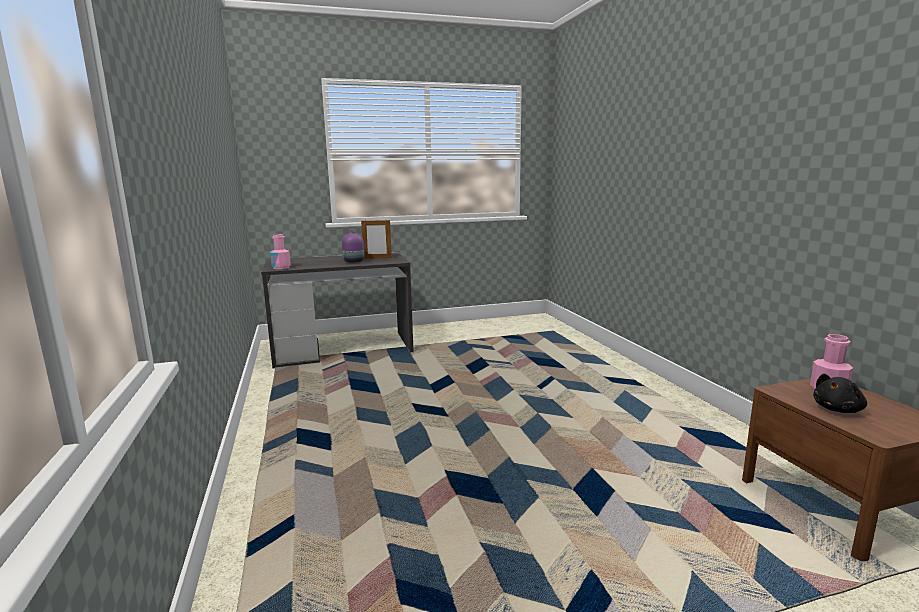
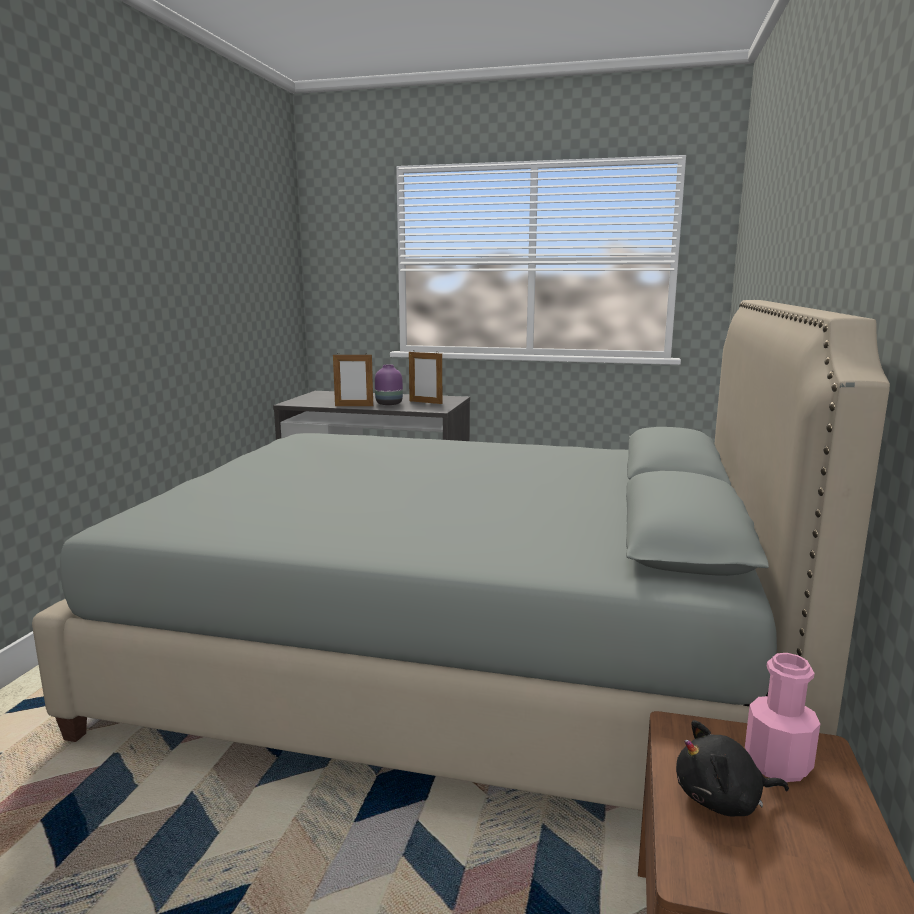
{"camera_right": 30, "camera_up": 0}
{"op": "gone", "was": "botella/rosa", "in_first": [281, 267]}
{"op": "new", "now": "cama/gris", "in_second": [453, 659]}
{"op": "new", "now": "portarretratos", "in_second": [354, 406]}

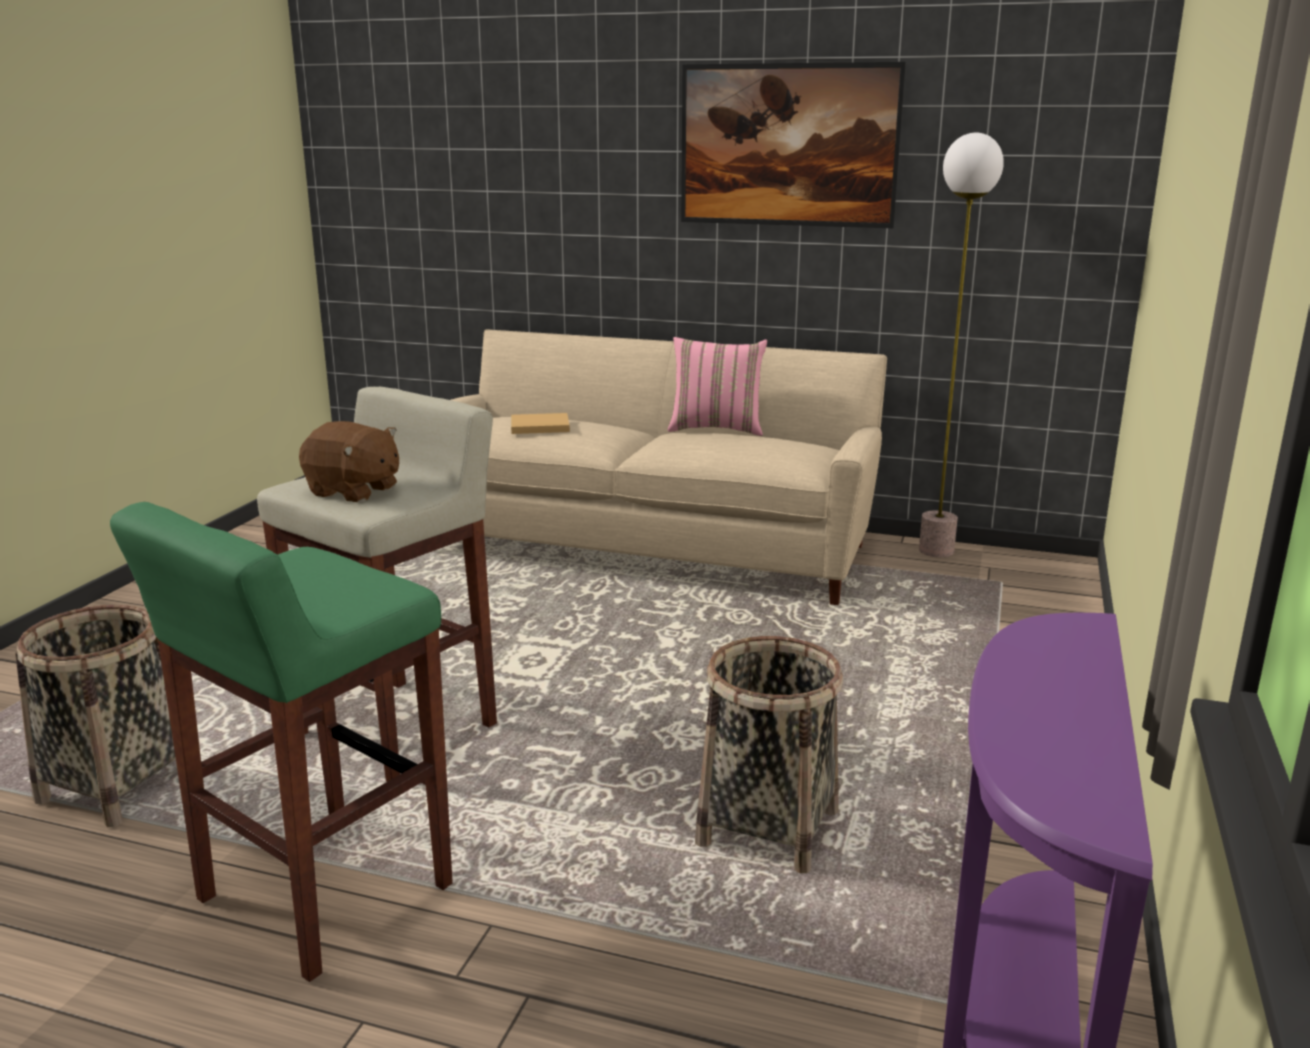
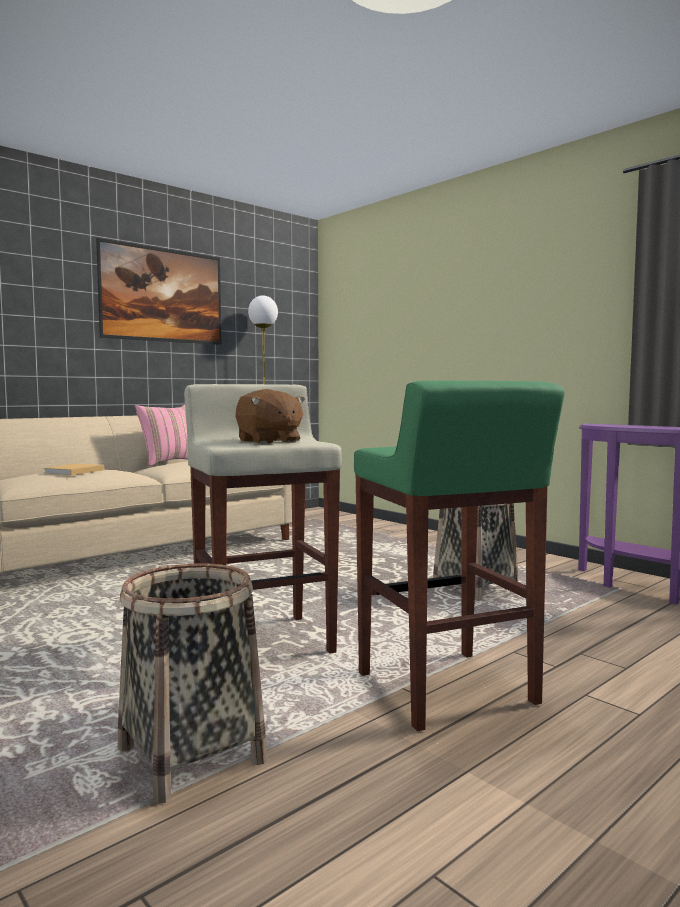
{"camera_right": -60, "camera_up": -15}
{"op": "rotated", "was": "peluche/marrón", "in_first": [354, 491], "in_second": [268, 441], "clockwise": 90}

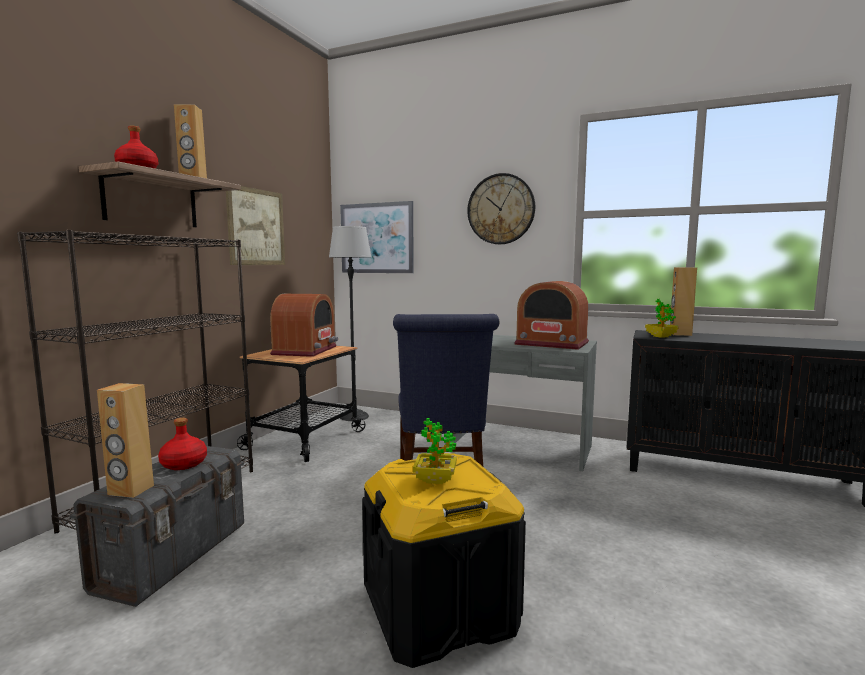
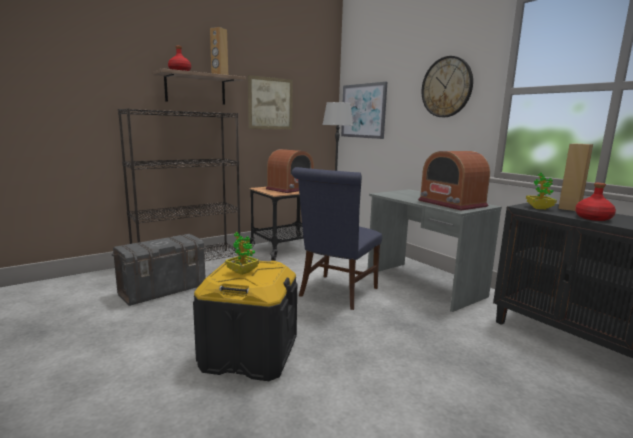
{"camera_right": 30, "camera_up": 5}
{"op": "gone", "was": "altavoz/marrón", "in_first": [130, 490]}
{"op": "shifted", "was": "botella/rojo", "in_first": [183, 464], "in_second": [592, 218]}

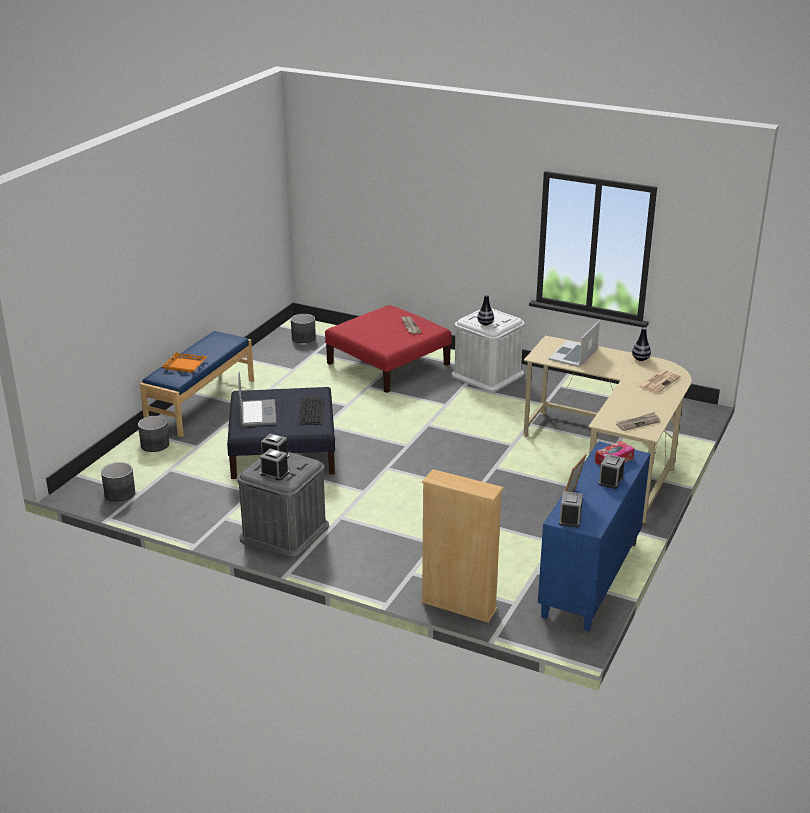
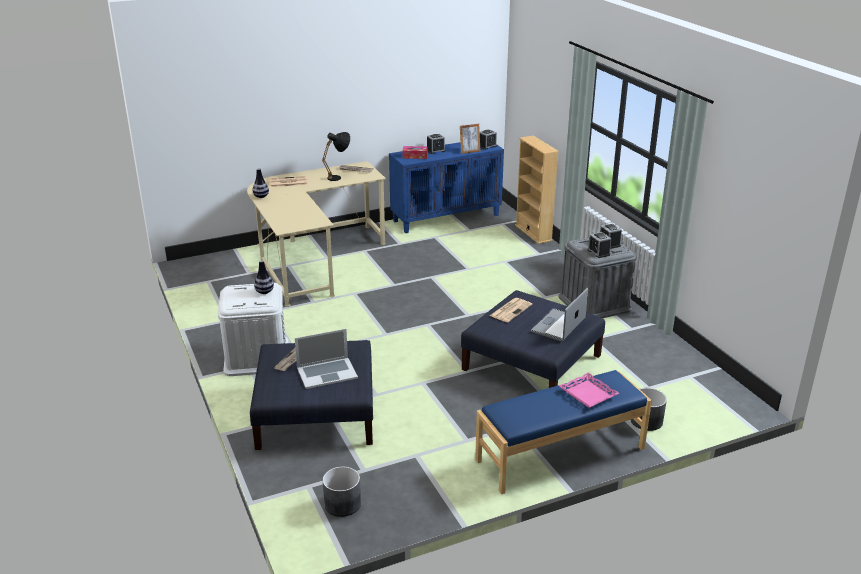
{"camera_right": -140, "camera_up": 0}
{"op": "gone", "was": "maceta/gris", "in_first": [120, 493]}
{"op": "repainted", "was": "bandeja/naranja", "now": "bandeja/rosa", "in_first": [185, 365], "in_second": [587, 394]}
{"op": "swapped", "was": "teclado", "now": "periódico", "in_first": [311, 411], "in_second": [510, 310]}
{"op": "repainted", "was": "puf/rojo", "now": "puf/azul", "in_first": [389, 364], "in_second": [315, 412]}
{"op": "shifted", "was": "portátil", "in_first": [573, 354], "in_second": [327, 373]}
{"op": "new", "now": "lámpara de mesa/negro", "in_second": [339, 177]}

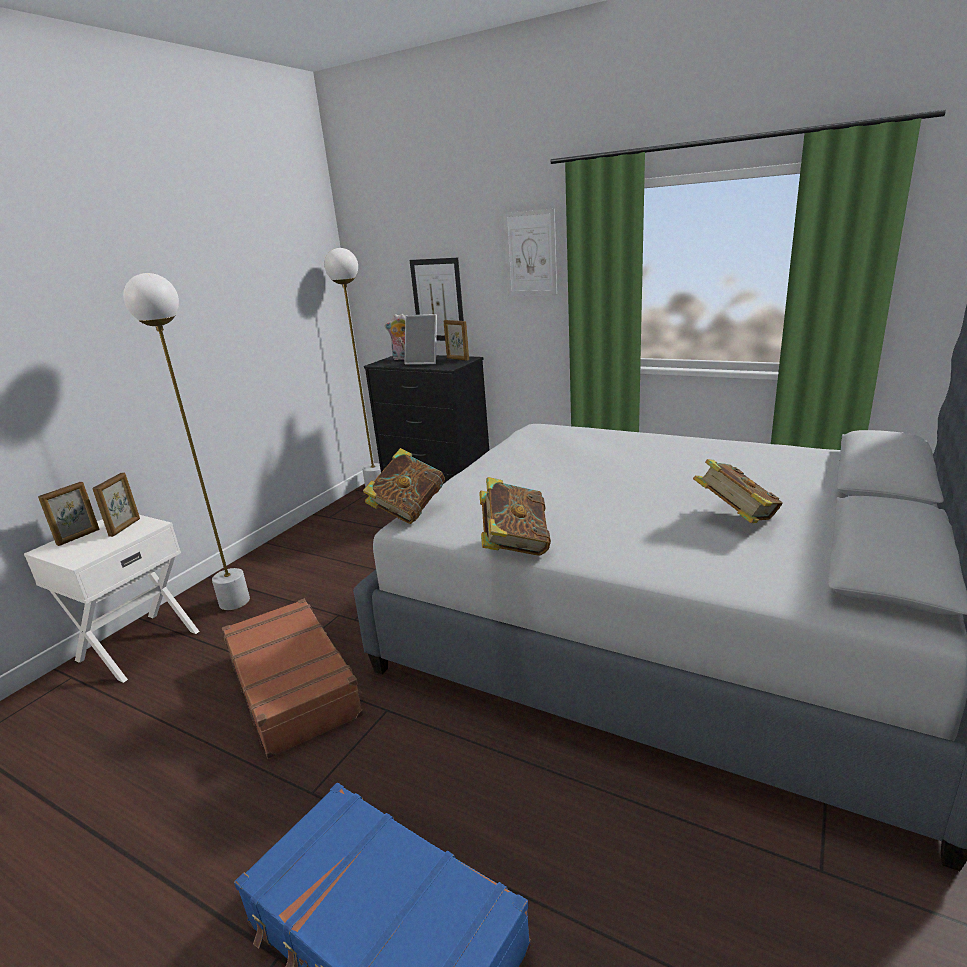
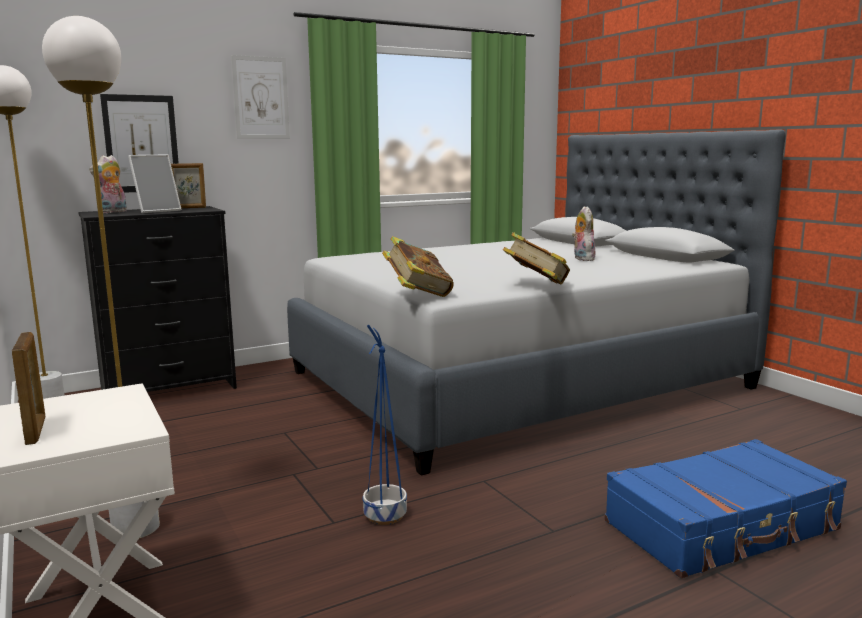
{"camera_right": -60, "camera_up": -10}
{"op": "gone", "was": "portarretratos", "in_first": [125, 527]}
{"op": "swapped", "was": "maleta/marrón", "now": "maceta/azul", "in_first": [294, 685], "in_second": [384, 516]}
{"op": "swapped", "was": "libro", "now": "peluche", "in_first": [735, 519], "in_second": [582, 259]}

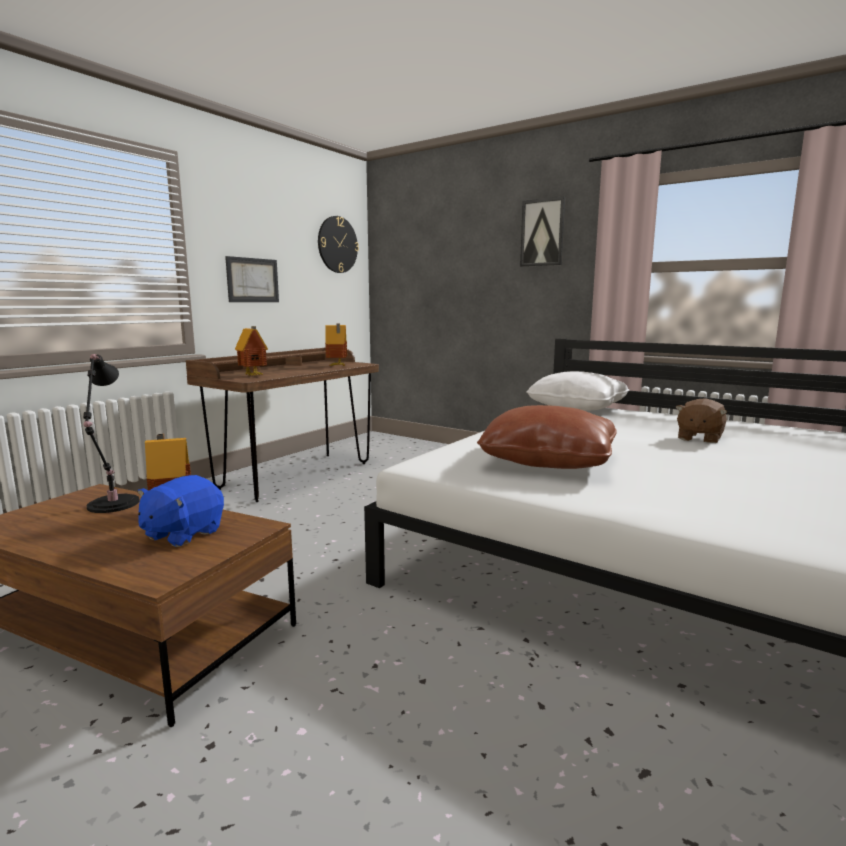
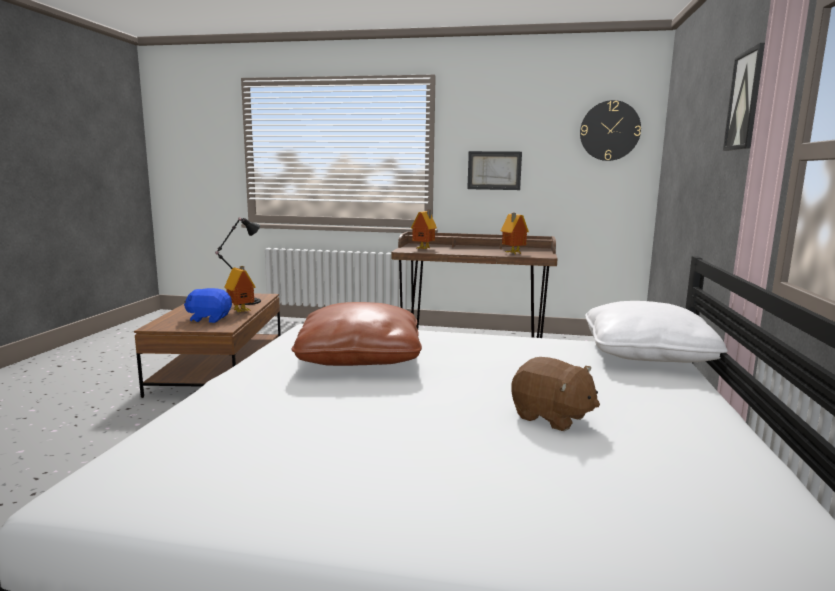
{"camera_right": 65, "camera_up": 0}
{"op": "rotated", "was": "peluche/marrón", "in_first": [699, 438], "in_second": [551, 417], "clockwise": -150}

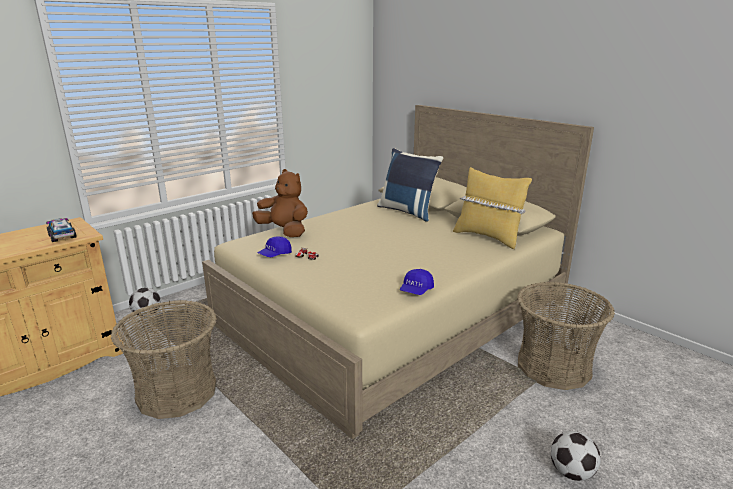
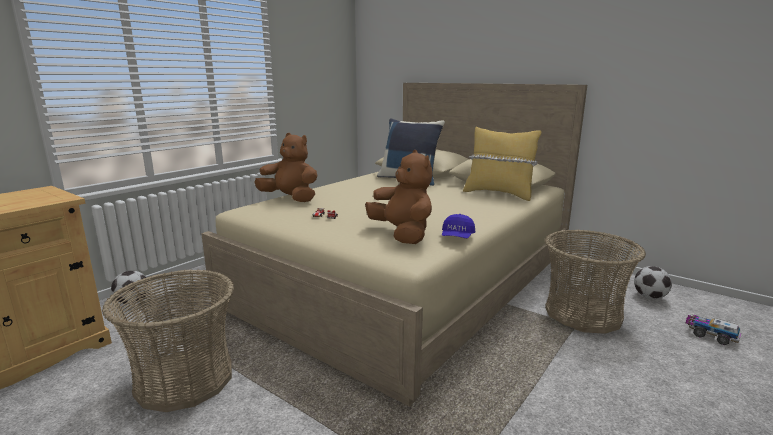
{"camera_right": -10, "camera_up": -5}
{"op": "shifted", "was": "camión de juguete", "in_first": [62, 236], "in_second": [710, 335]}
{"op": "gone", "was": "gorra/azul", "in_first": [275, 255]}
{"op": "shifted", "was": "balón de fútbol", "in_first": [571, 473], "in_second": [649, 297]}
{"op": "new", "now": "peluche/marrón", "in_second": [402, 234]}

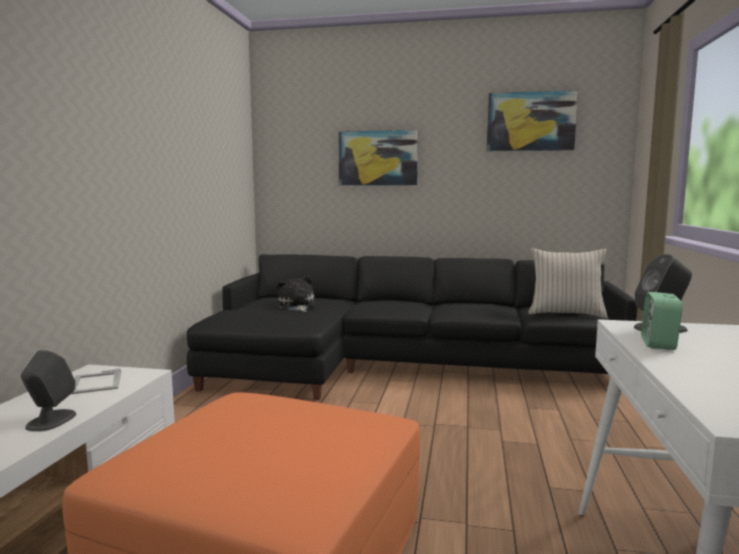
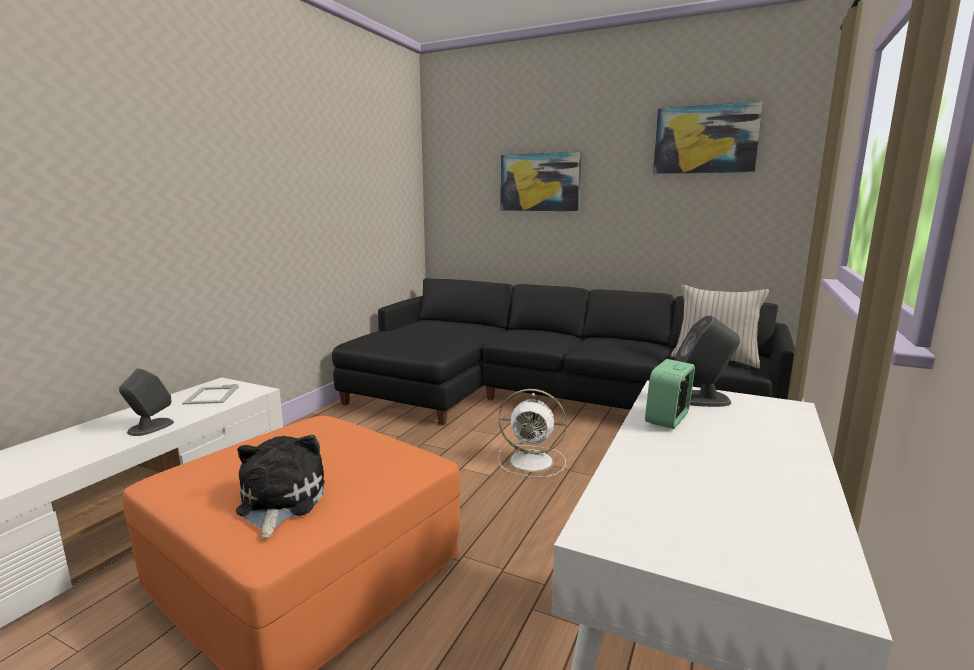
{"camera_right": 15, "camera_up": 5}
{"op": "shifted", "was": "peluche", "in_first": [296, 306], "in_second": [279, 502]}
{"op": "new", "now": "ventilador/blanco", "in_second": [533, 461]}

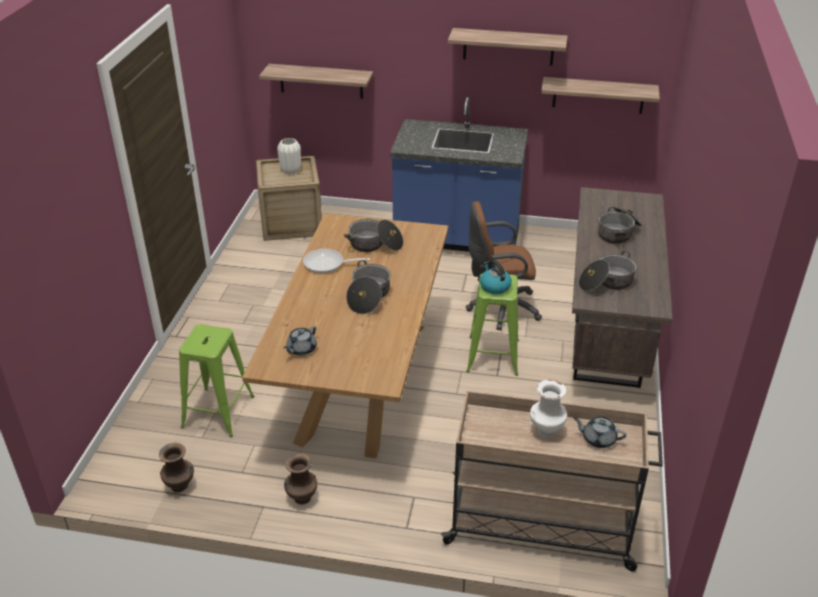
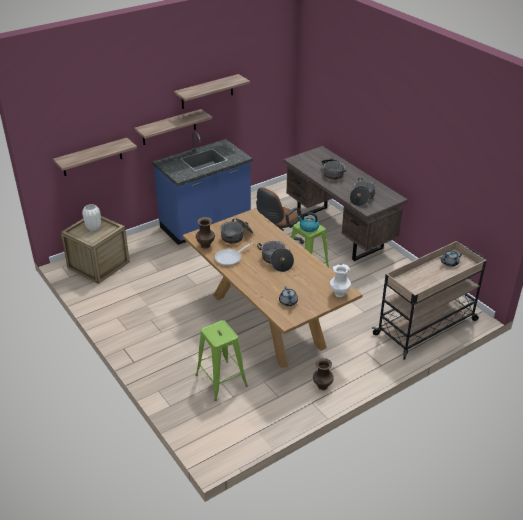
{"camera_right": -45, "camera_up": 0}
{"op": "shifted", "was": "florero/marrón", "in_first": [180, 486], "in_second": [206, 245]}
{"op": "shifted", "was": "florero/blanco", "in_first": [545, 431], "in_second": [339, 294]}
{"op": "shifted", "was": "estante", "in_first": [598, 95], "in_second": [169, 127]}

